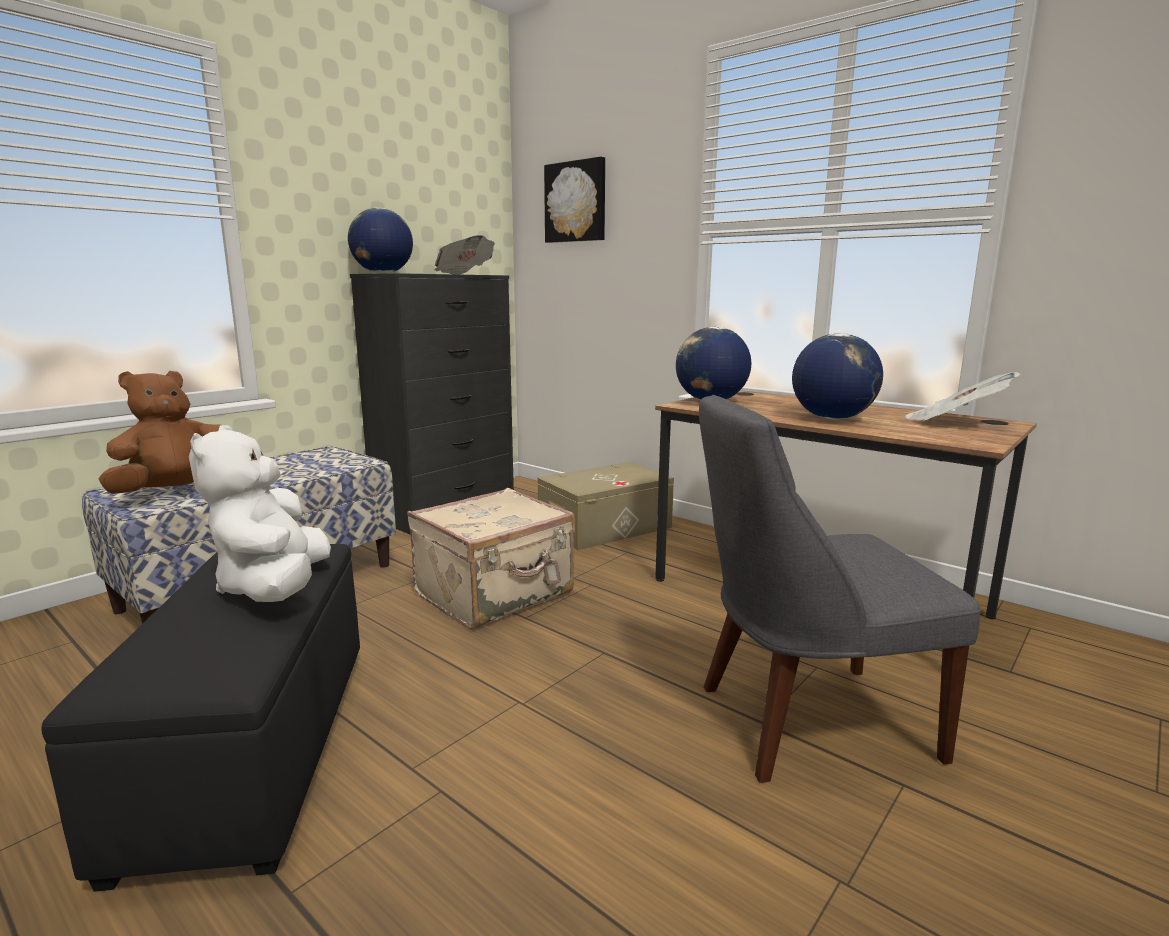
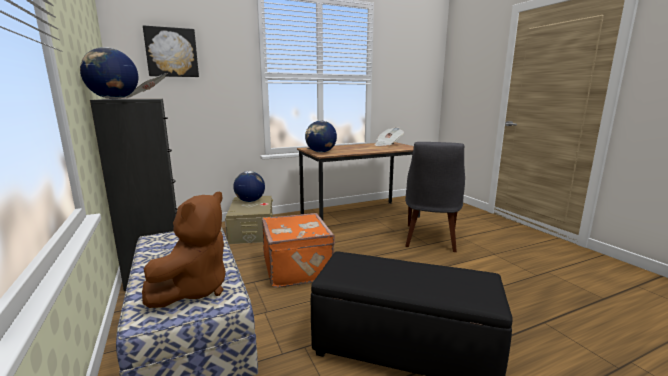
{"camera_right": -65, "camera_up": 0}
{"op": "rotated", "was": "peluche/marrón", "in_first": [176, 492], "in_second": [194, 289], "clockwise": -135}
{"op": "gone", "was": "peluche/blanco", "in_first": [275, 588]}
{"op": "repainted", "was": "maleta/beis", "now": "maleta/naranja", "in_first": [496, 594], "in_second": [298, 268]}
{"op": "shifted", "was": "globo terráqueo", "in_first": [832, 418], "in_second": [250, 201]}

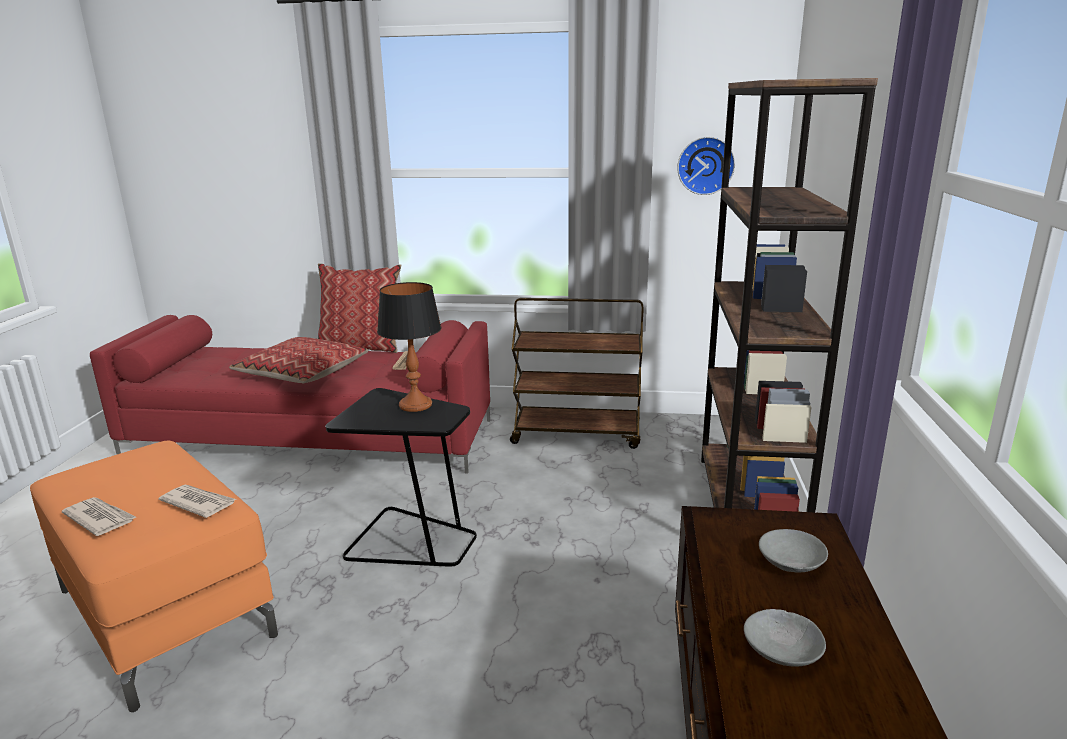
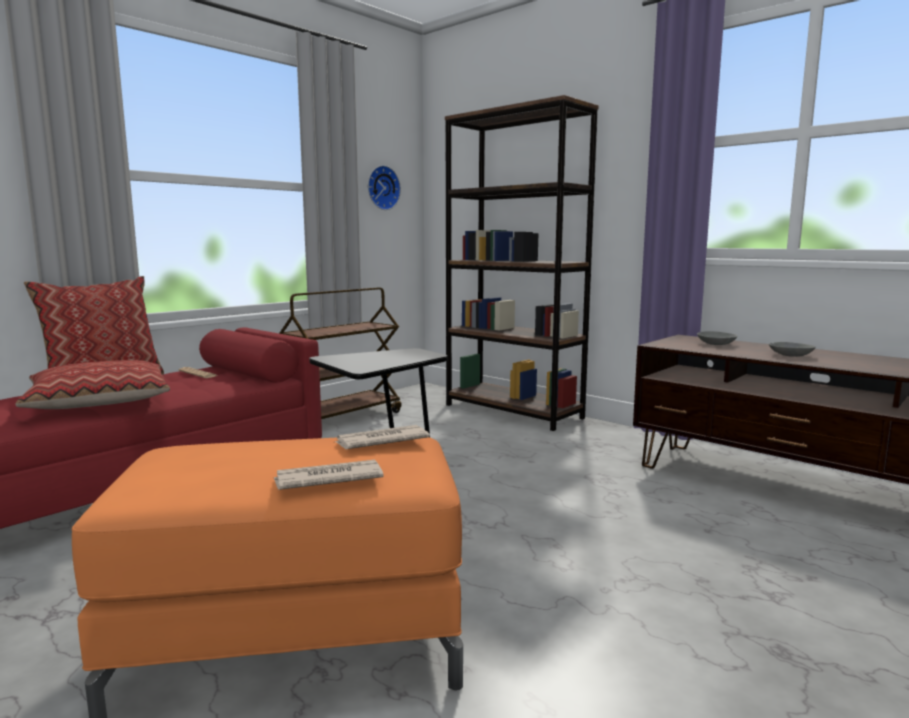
{"camera_right": -55, "camera_up": -10}
{"op": "gone", "was": "lámpara de mesa", "in_first": [415, 405]}

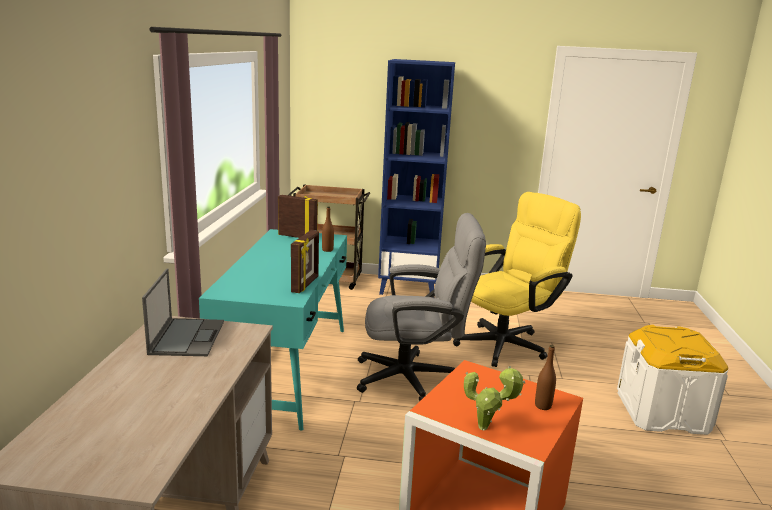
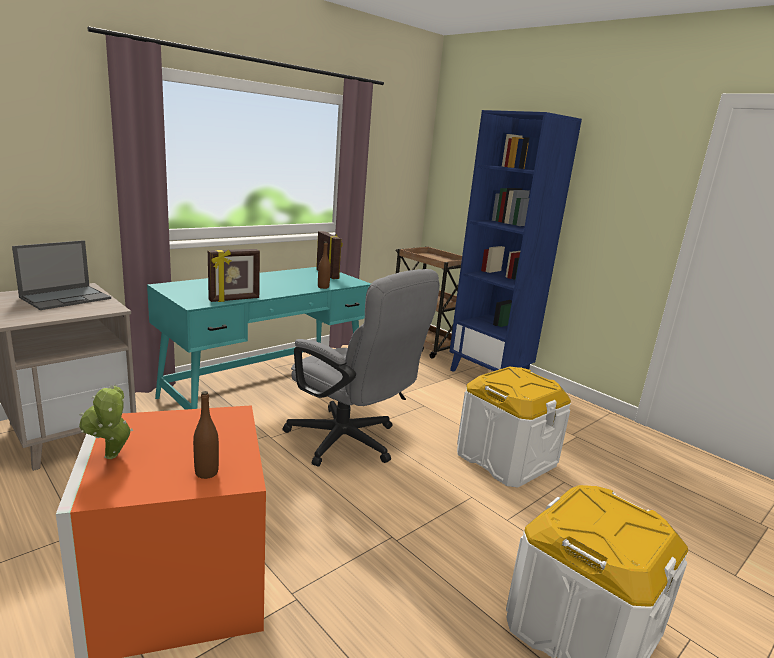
{"camera_right": 40, "camera_up": 0}
{"op": "swapped", "was": "silla de oficina/amarillo", "now": "caja de almacenaje/blanco", "in_first": [508, 343], "in_second": [506, 459]}

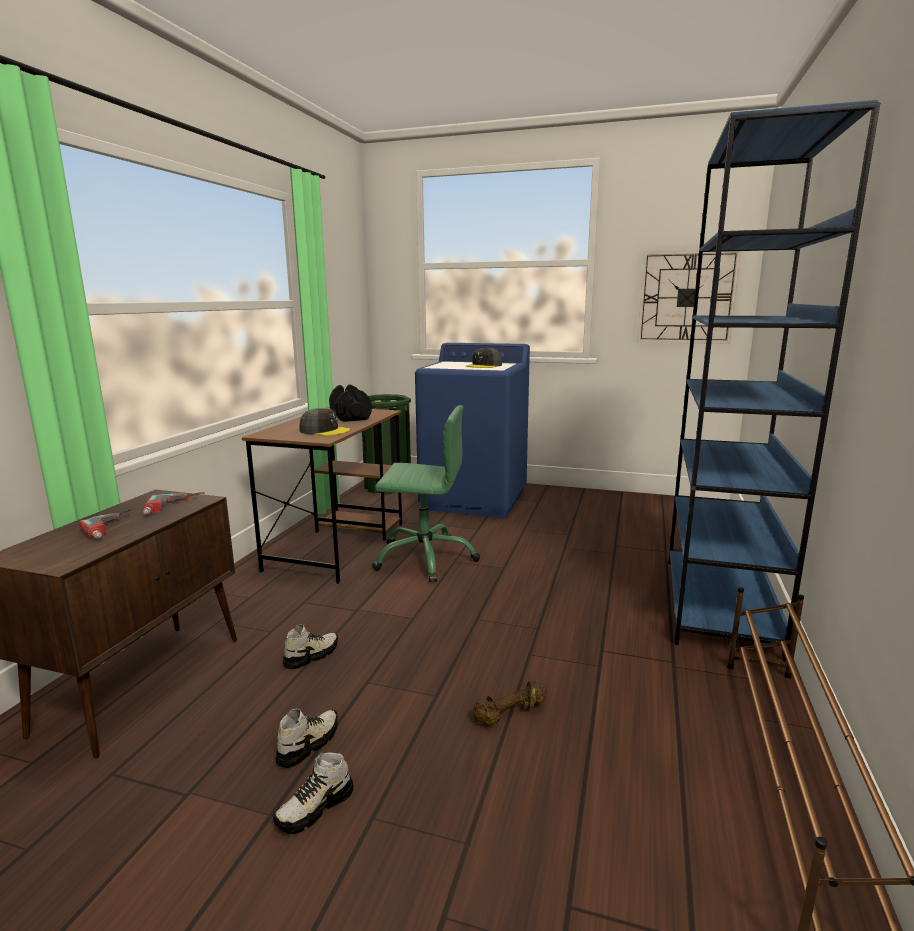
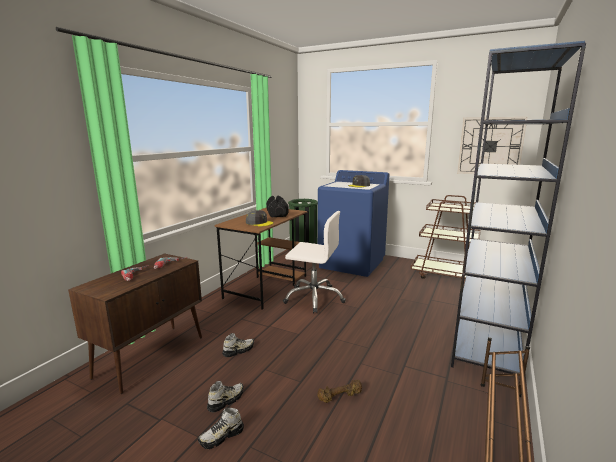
{"camera_right": 10, "camera_up": 0}
{"op": "repainted", "was": "silla de oficina/verde", "now": "silla de oficina/blanco", "in_first": [425, 558], "in_second": [314, 298]}
{"op": "new", "now": "carrito/marrón", "in_second": [445, 275]}

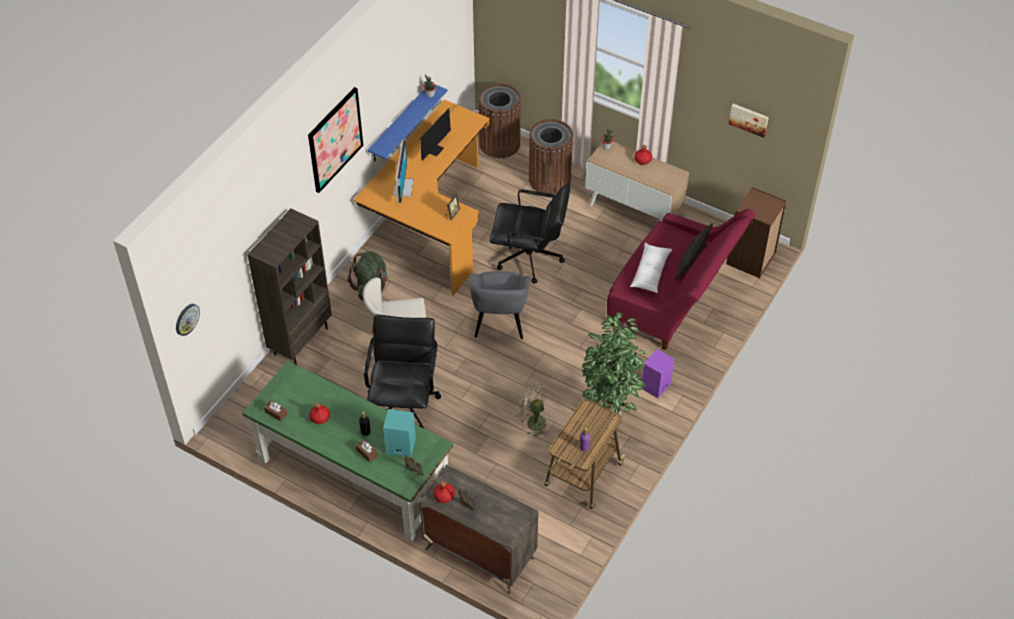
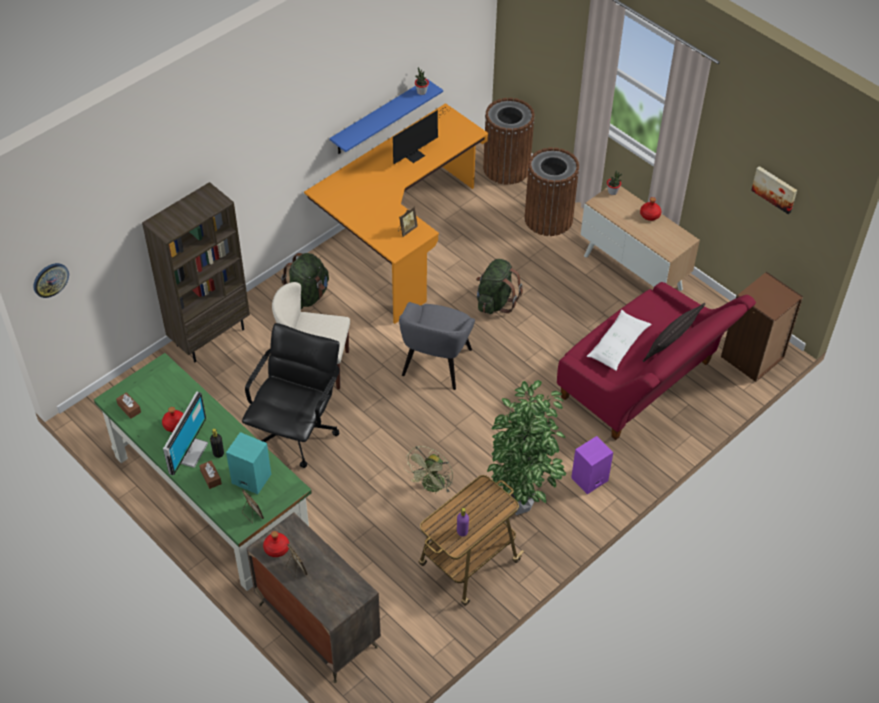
{"camera_right": 15, "camera_up": 0}
{"op": "gone", "was": "cuadro", "in_first": [335, 139]}
{"op": "shifted", "was": "monitor", "in_first": [402, 188], "in_second": [188, 451]}
{"op": "swapped", "was": "silla de oficina/negro", "now": "mochila/verde", "in_first": [530, 258], "in_second": [495, 301]}
{"op": "rotated", "was": "ventilador/verde", "in_first": [532, 422], "in_second": [431, 487], "clockwise": -105}

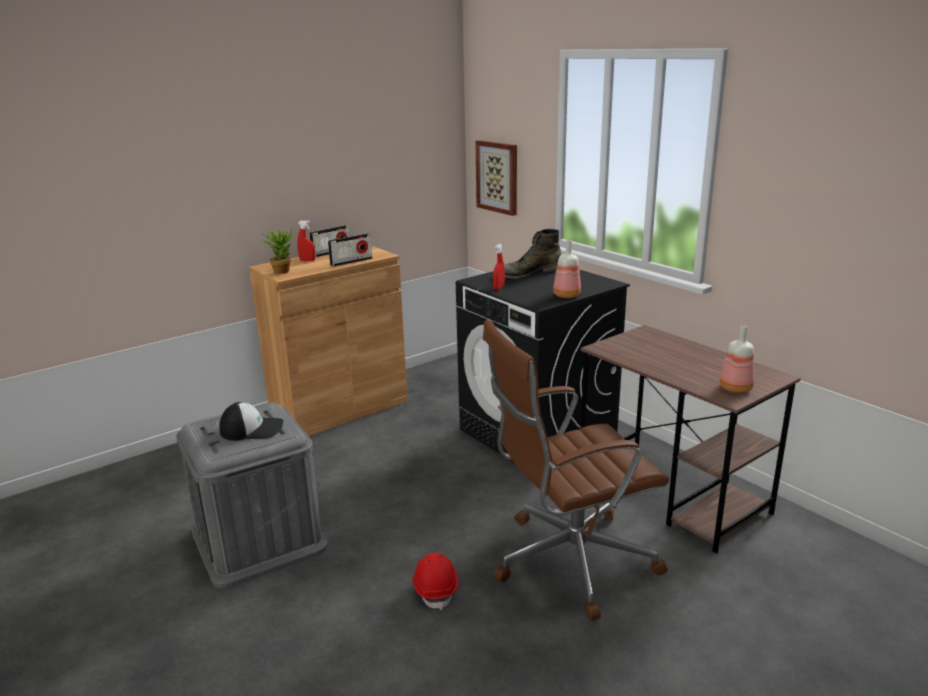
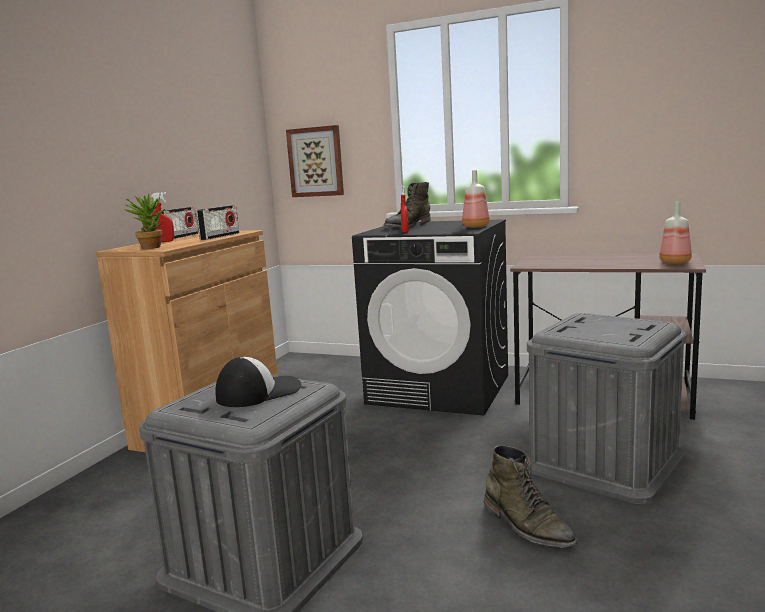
{"camera_right": -30, "camera_up": -10}
{"op": "swapped", "was": "casco/rojo", "now": "bota/verde", "in_first": [436, 589], "in_second": [527, 525]}
{"op": "swapped", "was": "silla de oficina/marrón", "now": "caja de almacenaje/gris", "in_first": [569, 561], "in_second": [604, 461]}

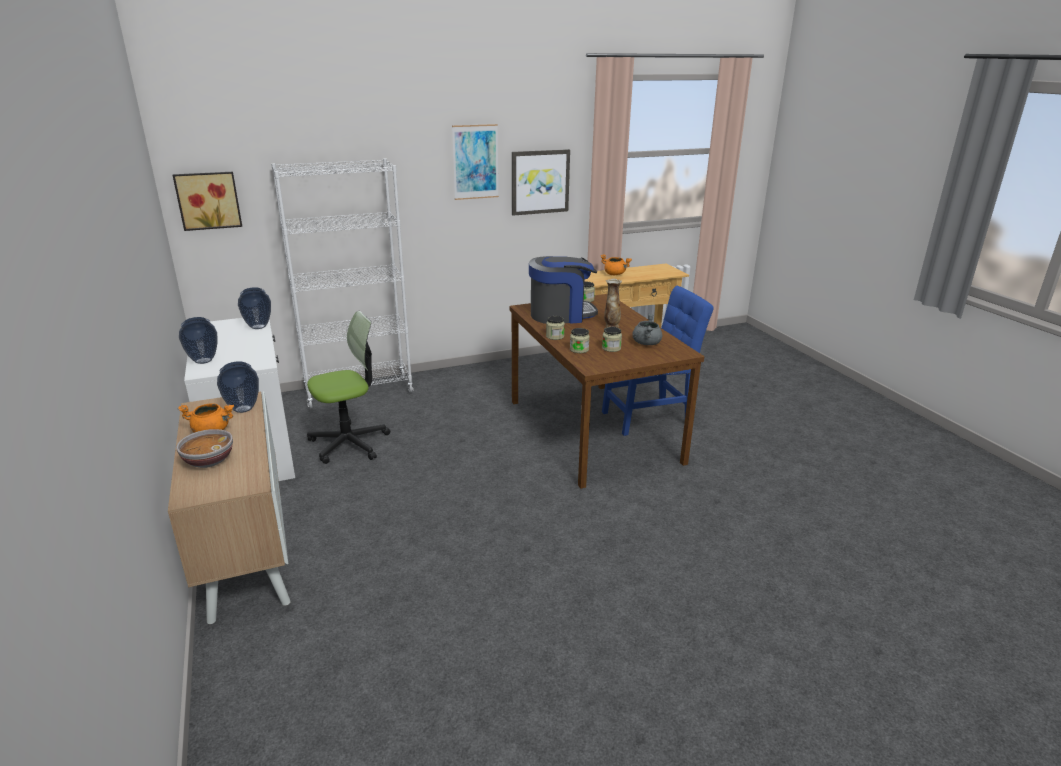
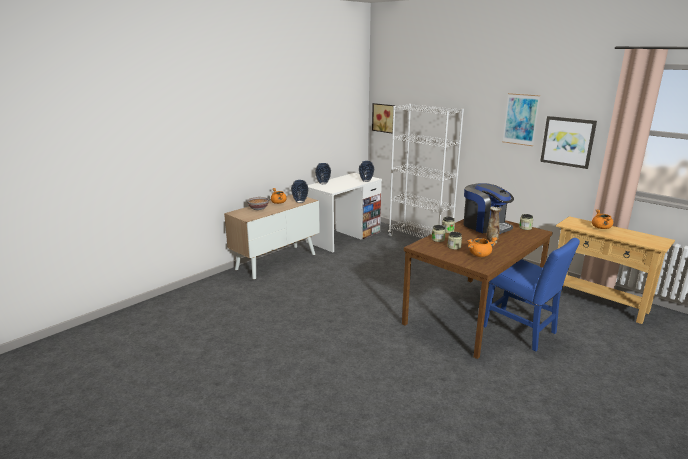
{"camera_right": 65, "camera_up": -5}
{"op": "gone", "was": "silla de oficina", "in_first": [349, 443]}
{"op": "repainted", "was": "olla/gris", "now": "olla/naranja", "in_first": [646, 343], "in_second": [479, 255]}

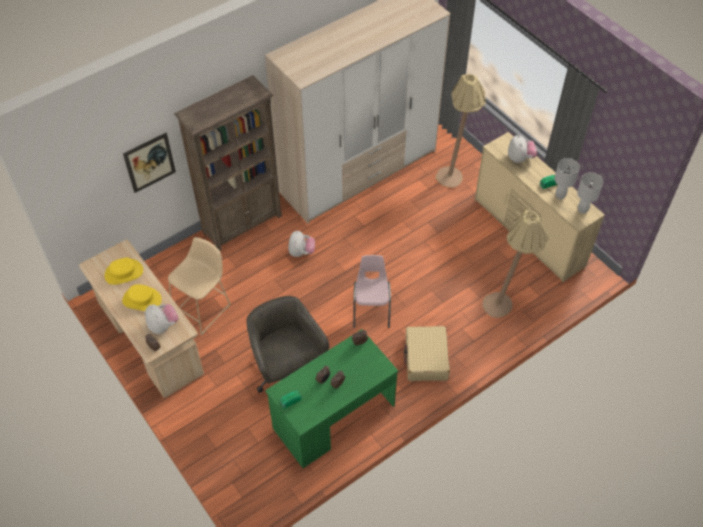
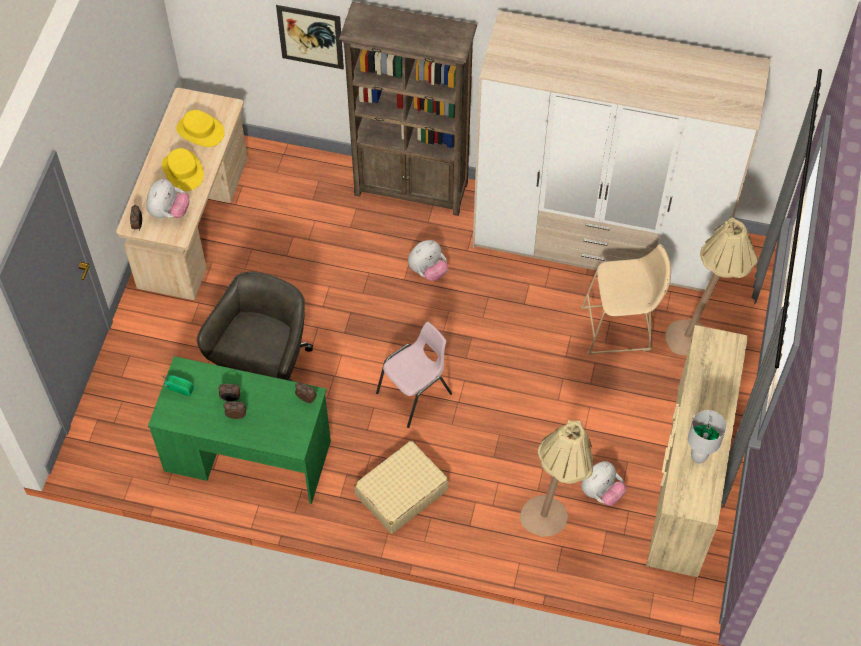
{"camera_right": 50, "camera_up": 5}
{"op": "shifted", "was": "taburete/beis", "in_first": [203, 308], "in_second": [620, 329]}
{"op": "shifted", "was": "peluche", "in_first": [520, 158], "in_second": [601, 492]}
{"op": "gone", "was": "lámpara de mesa/blanco", "in_first": [583, 210]}

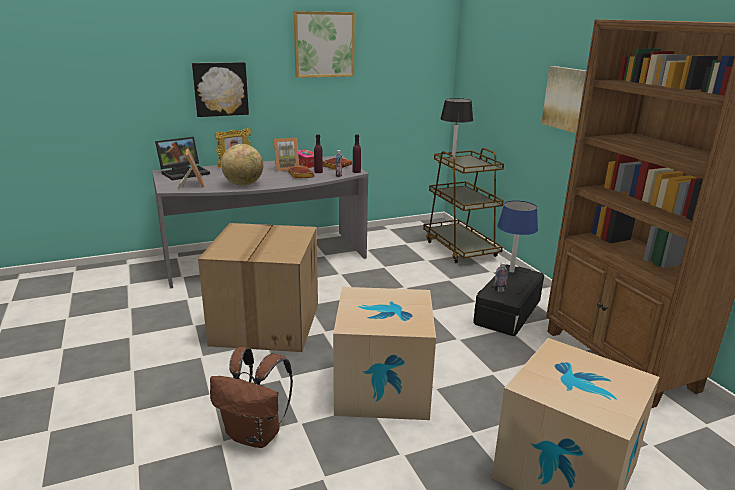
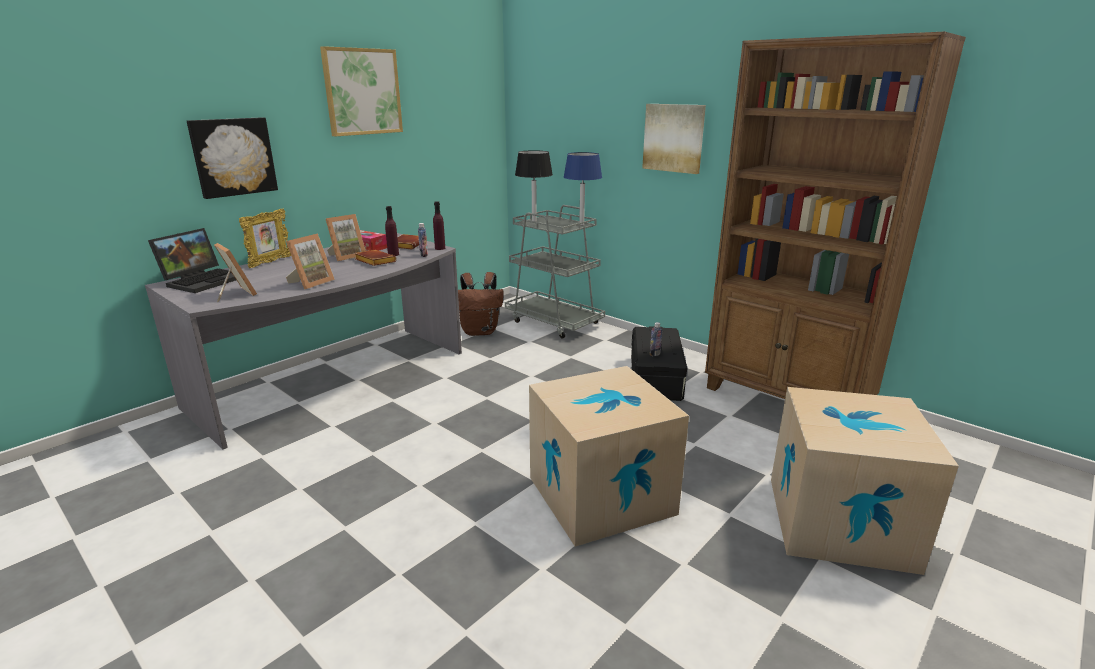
{"camera_right": -25, "camera_up": 0}
{"op": "gone", "was": "caja de cartón", "in_first": [265, 323]}
{"op": "shifted", "was": "mochila/marrón", "in_first": [256, 434], "in_second": [480, 331]}
{"op": "swapped", "was": "globo terráqueo", "now": "portarretratos", "in_first": [243, 184], "in_second": [311, 283]}
{"op": "repainted", "was": "carrito/marrón", "now": "carrito/gris", "in_first": [460, 248], "in_second": [554, 322]}
{"op": "shifted", "was": "lámpara de mesa/azul", "in_first": [511, 271], "in_second": [581, 225]}

